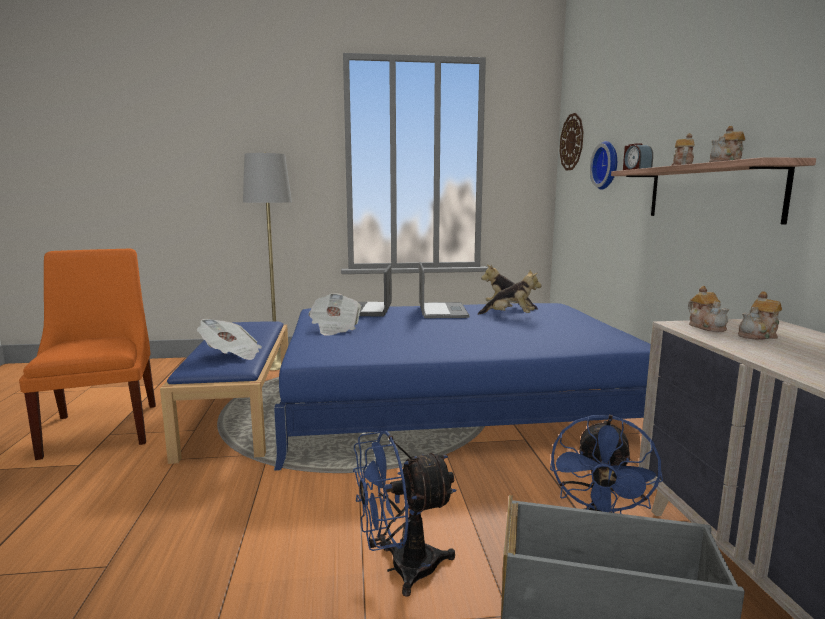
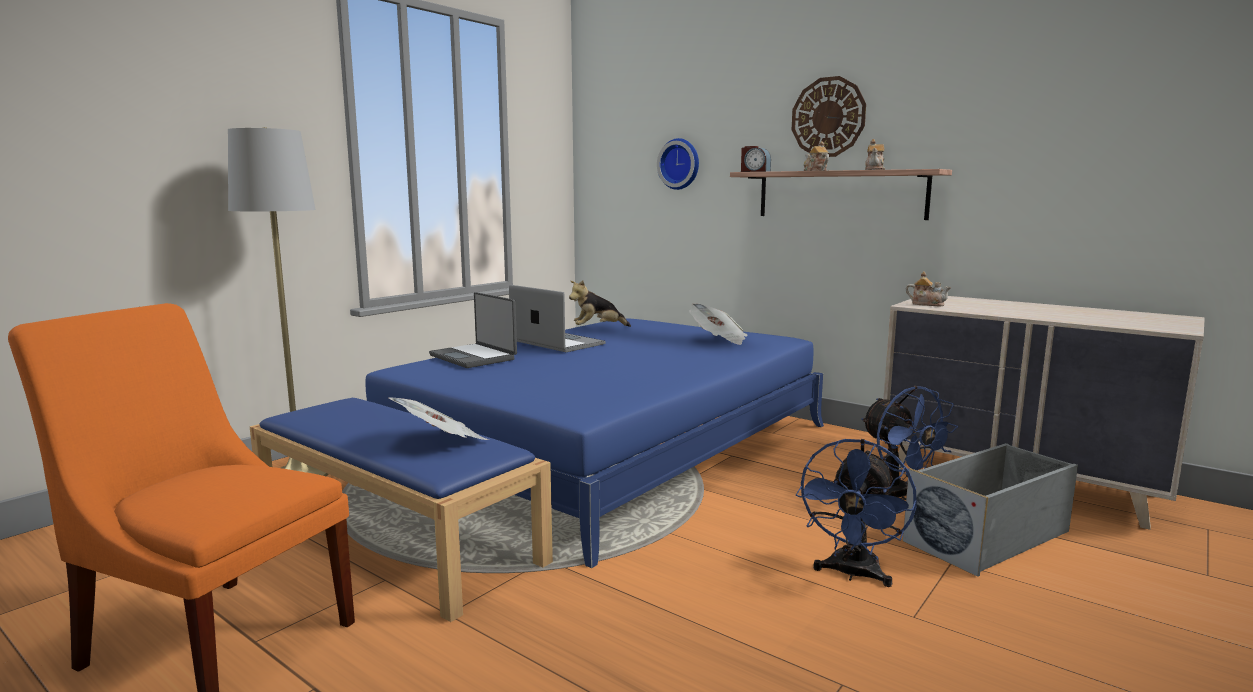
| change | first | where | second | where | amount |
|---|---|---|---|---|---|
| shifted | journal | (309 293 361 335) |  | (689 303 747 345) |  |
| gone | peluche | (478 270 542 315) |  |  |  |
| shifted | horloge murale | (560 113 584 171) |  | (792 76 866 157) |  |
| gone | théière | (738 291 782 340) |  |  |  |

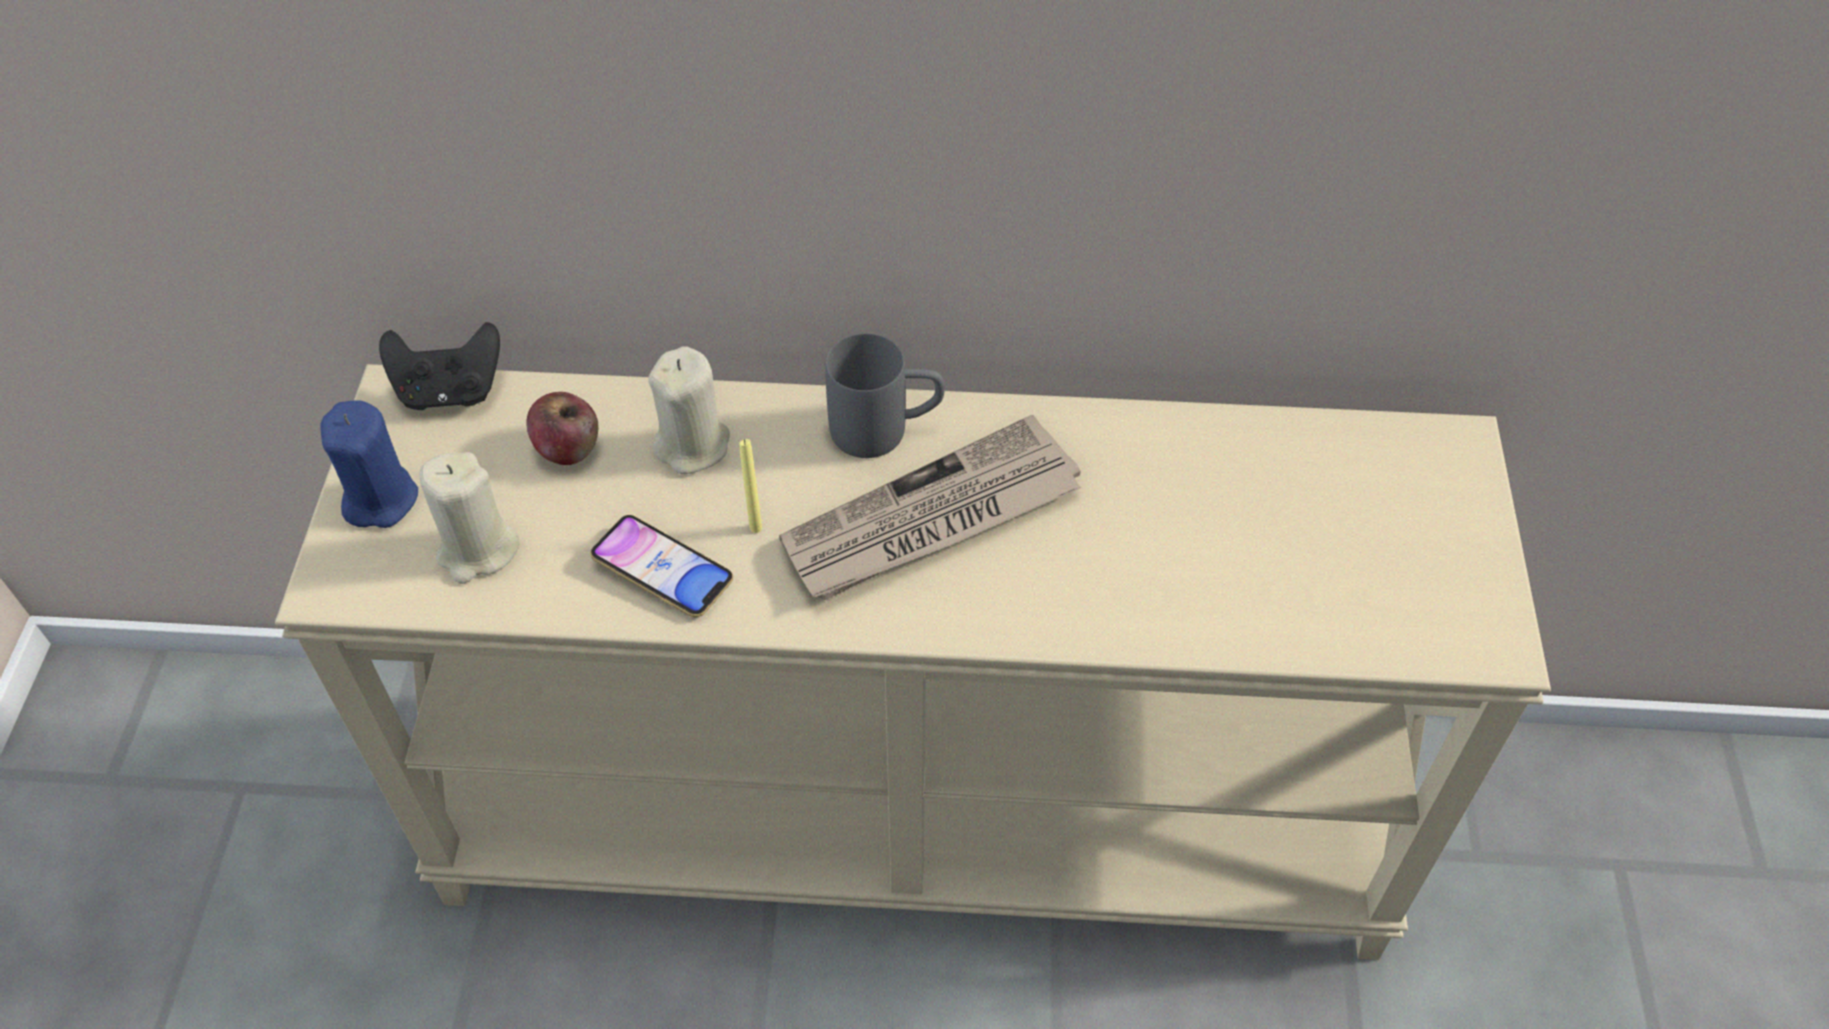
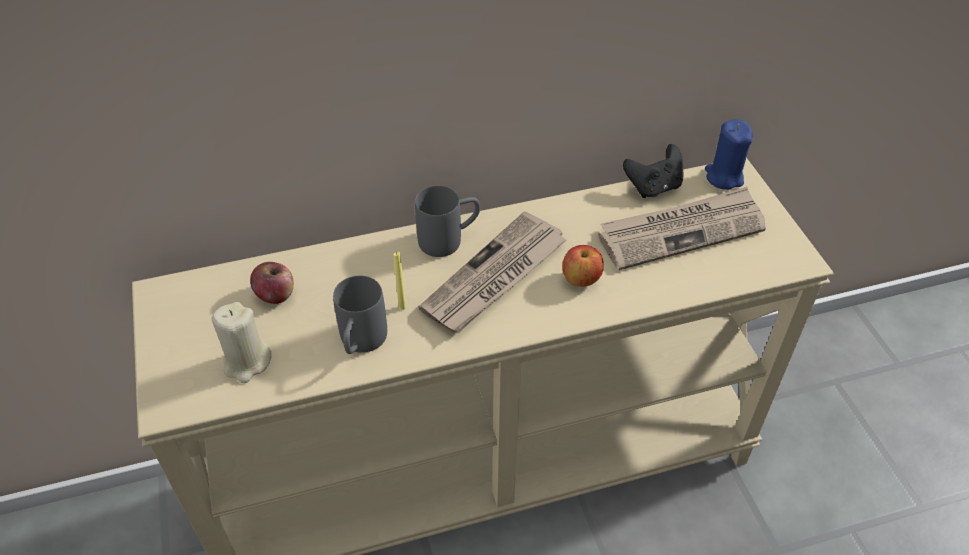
| change | first | where | second | where | amount |
|---|---|---|---|---|---|
| shifted | bougie [bleu] | (320 400 418 528) |  | (705 119 753 190) |  |
| shifted | manette [noir] | (379 322 500 410) |  | (623 144 683 198) |  |
| swapped | téléphone | (590 515 733 617) | mug [gris] | (333 276 387 354) |  |
| gone | bougie [beige] | (648 346 730 474) |  |  |  |
| new |  |  | pomme | (562 245 604 287) |  |
| new |  |  | journal | (598 187 766 270) |  |

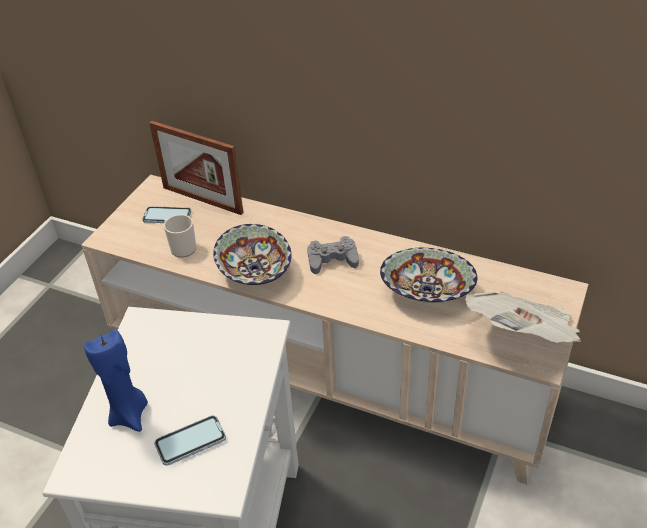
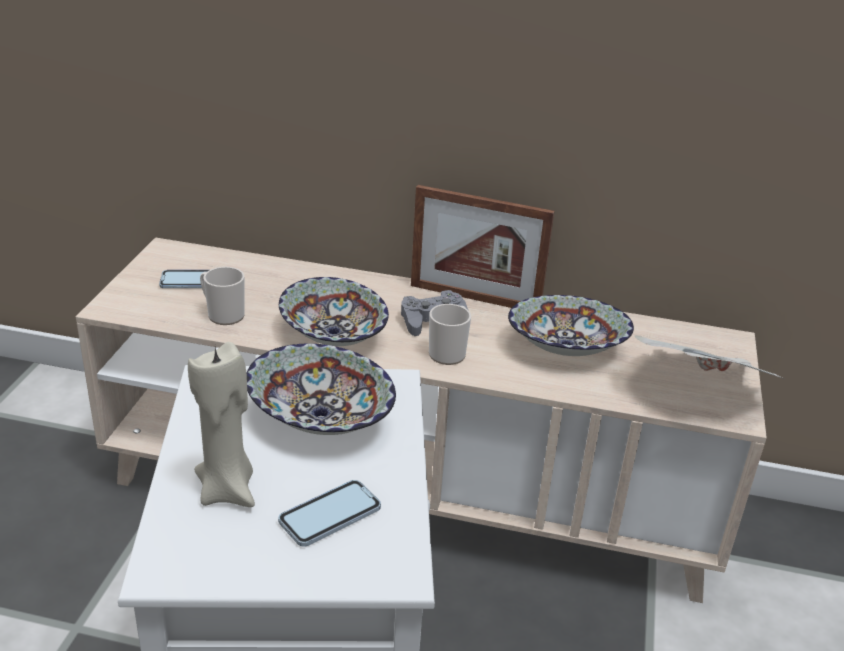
| change | first | where | second | where | amount |
|---|---|---|---|---|---|
| repainted | bougie [bleu] | (84 329 148 432) | bougie [beige] | (188 342 255 507) |  |
| shifted | cadre photo | (149 121 244 215) |  | (411 185 555 308) |  |
| new |  |  | bol | (246 344 396 435) |  |
| new |  |  | mug | (429 304 471 365) |  |

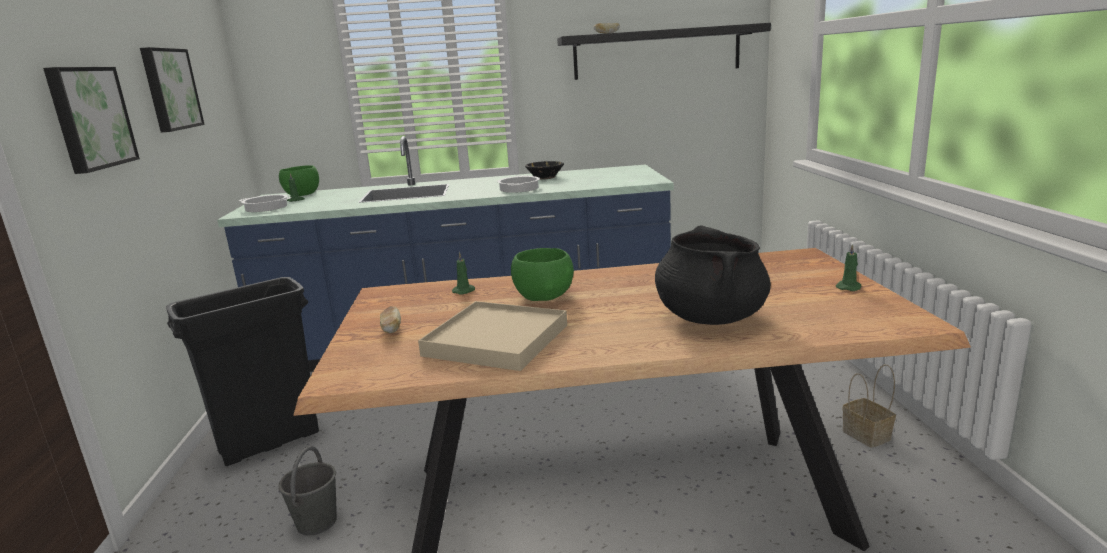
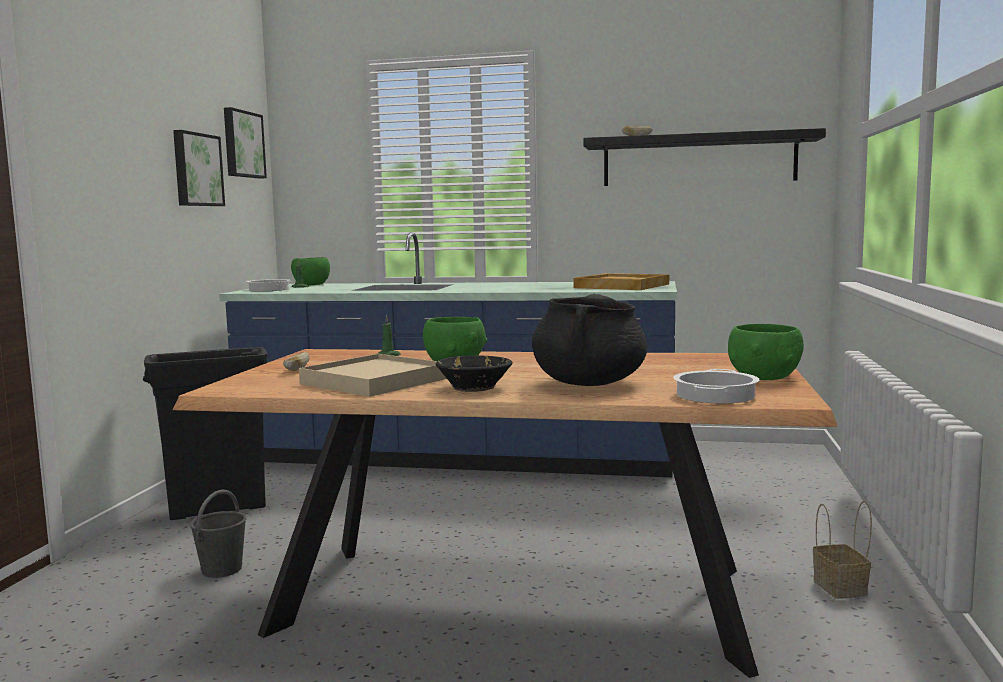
| change | first | where | second | where | amount |
|---|---|---|---|---|---|
| shifted | tableau | (43 67 140 174) |  | (224 107 267 179) |  |
| shifted | marmite | (497 175 540 193) |  | (673 369 759 403) |  |
| shifted | bol [noir] | (525 161 564 180) |  | (436 355 512 392) |  |
| swapped | bougie [vert] | (836 244 861 291) | bol [vert] | (728 324 804 380) |  |
| new |  |  | plateau [beige] | (573 273 669 290) |  |

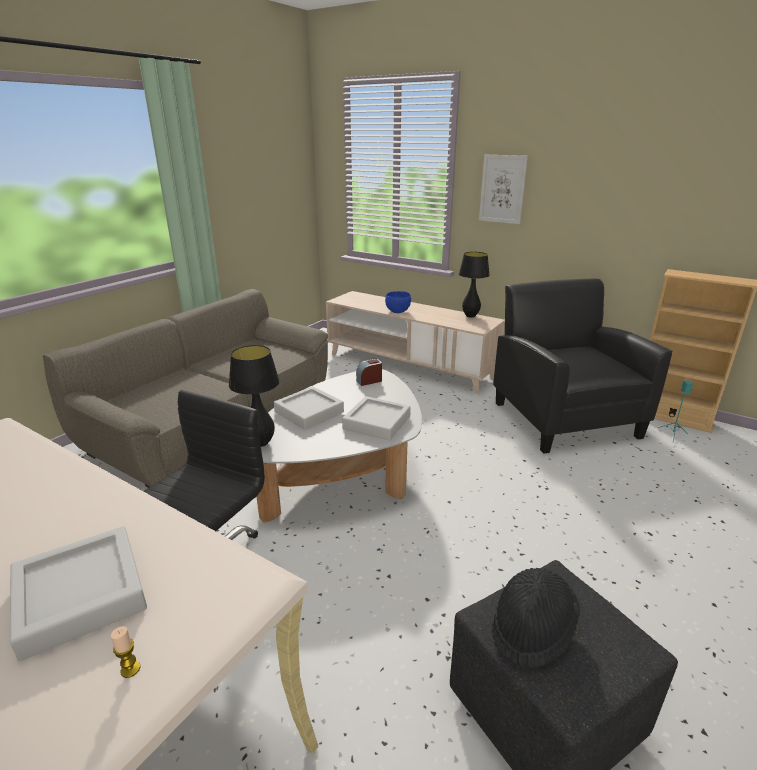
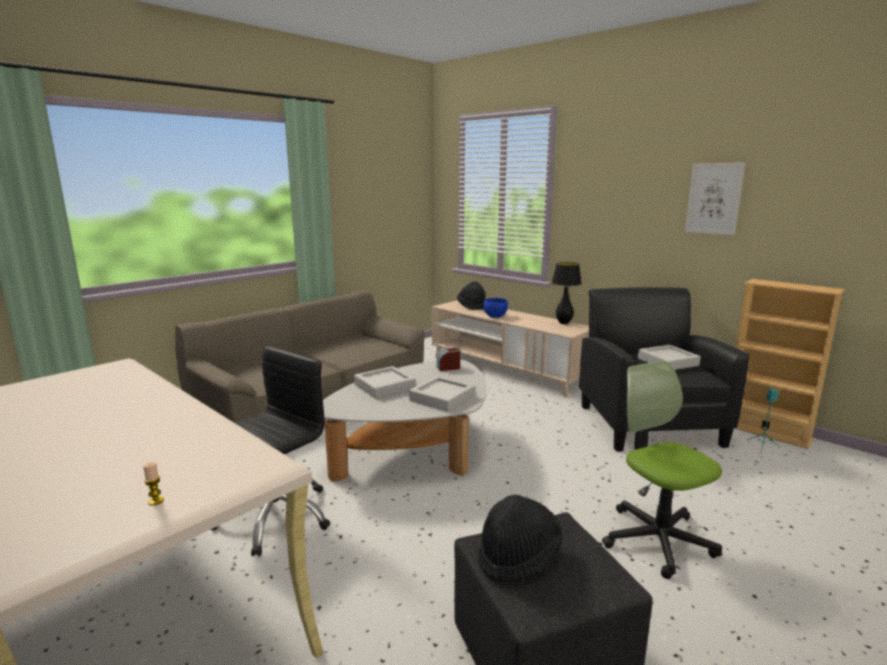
| change | first | where | second | where | amount |
|---|---|---|---|---|---|
| shifted | plateau [gris] | (10 526 147 661) |  | (638 345 701 370) |  |
| gone | lampe de table [noir] | (229 345 280 447) |  |  |  |
| shifted | tableau | (479 155 528 224) |  | (685 163 745 235) |  |
| new |  |  | chapeau [noir] | (457 281 485 310) |  |
| new |  |  | chaise de bureau | (602 360 722 579) |  |

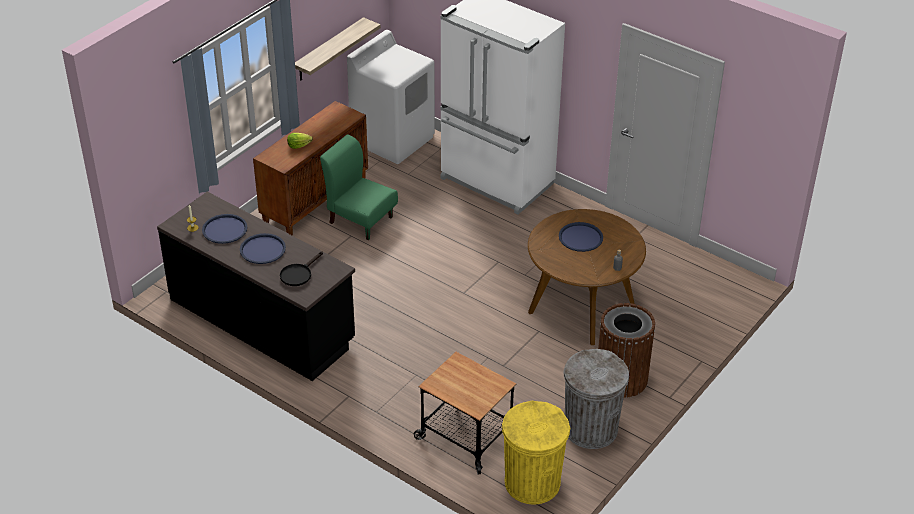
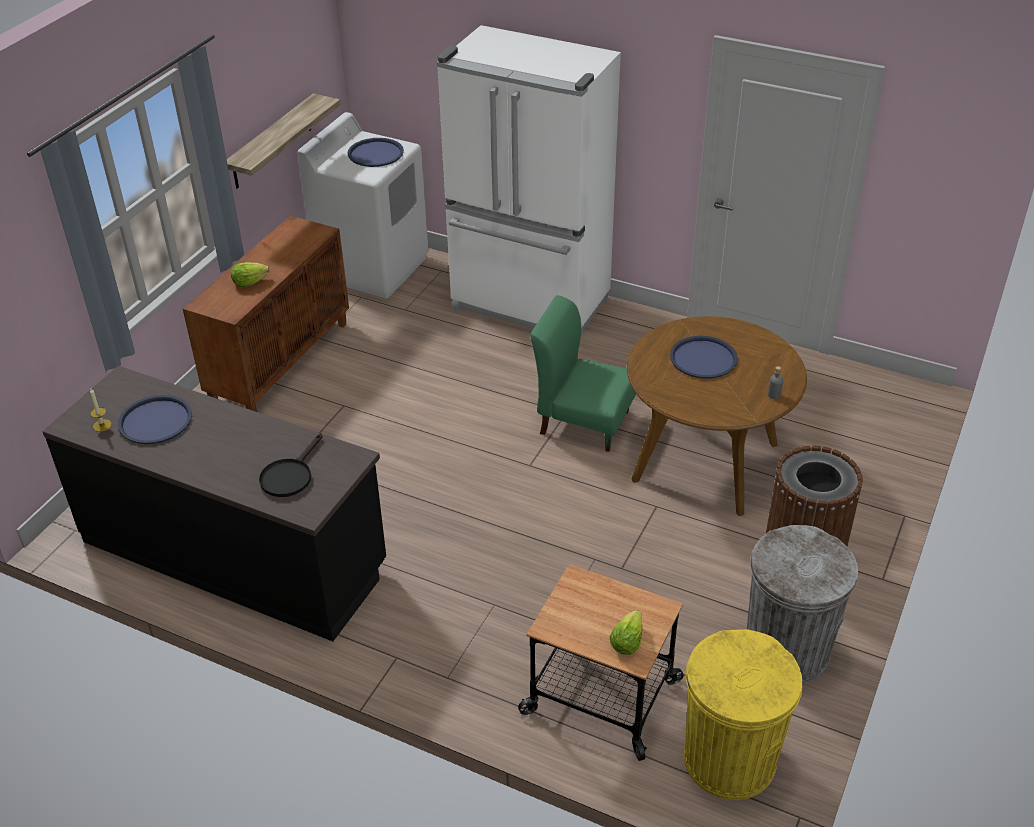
| change | first | where | second | where | amount |
|---|---|---|---|---|---|
| shifted | plateau [bleu] | (240 233 286 264) |  | (348 138 404 167) |  |
| shifted | chaise [vert] | (320 134 398 240) |  | (530 295 636 452) |  |
| new |  |  | laitue | (609 610 642 655) |  |

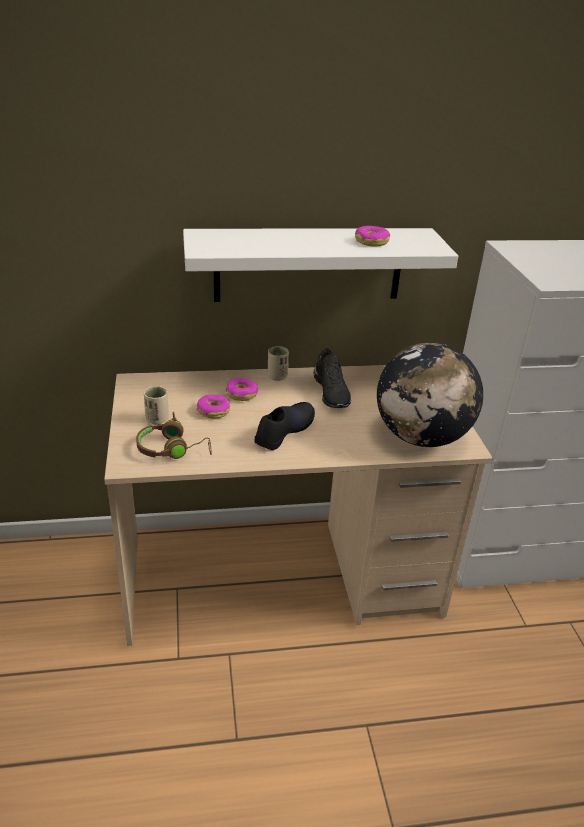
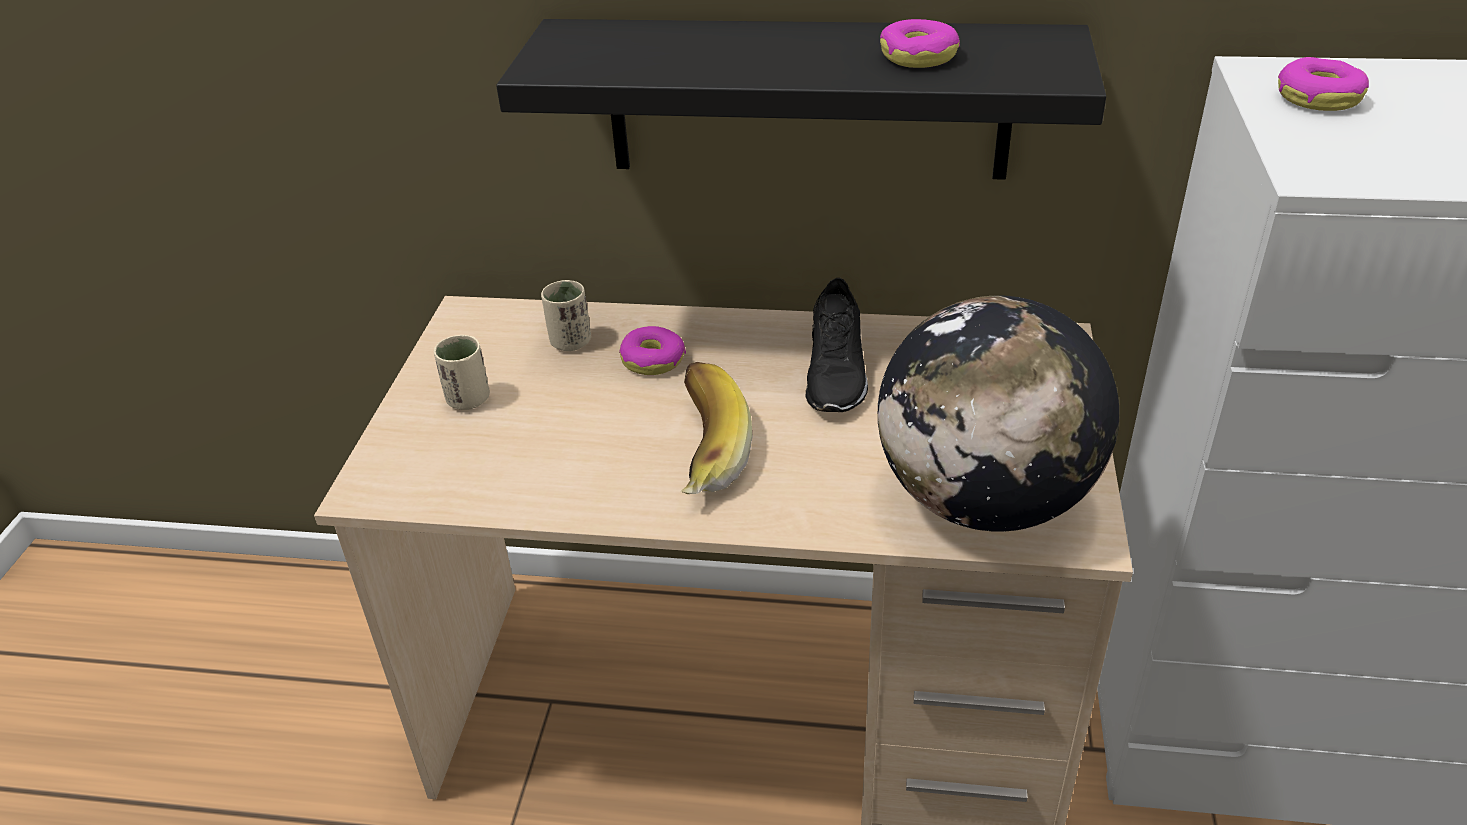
| change | first | where | second | where | amount |
|---|---|---|---|---|---|
| gone | casque audio [marron] | (136 412 212 459) |  |  |  |
| repainted | étagère [blanc] | (183 228 458 302) | étagère [noir] | (496 19 1106 180) |  |
| shifted | beignet | (197 394 230 419) |  | (1278 57 1369 111) |  |
| swapped | chaussure [noir] | (254 402 315 450) | banane | (681 362 753 494) |  |
| shifted | tasse [beige] | (268 346 289 381) |  | (541 280 591 351) |  |

